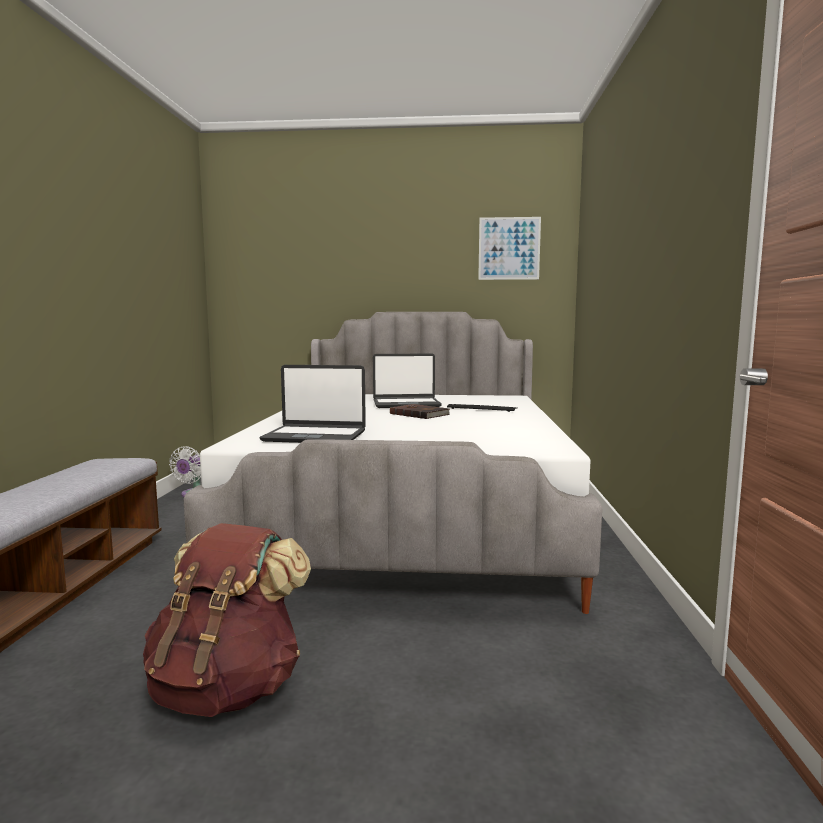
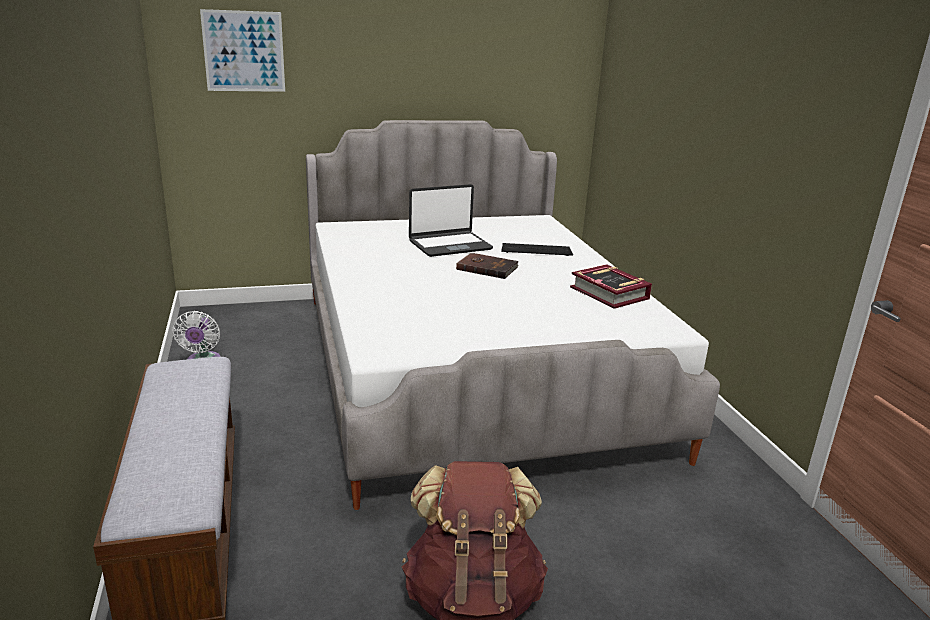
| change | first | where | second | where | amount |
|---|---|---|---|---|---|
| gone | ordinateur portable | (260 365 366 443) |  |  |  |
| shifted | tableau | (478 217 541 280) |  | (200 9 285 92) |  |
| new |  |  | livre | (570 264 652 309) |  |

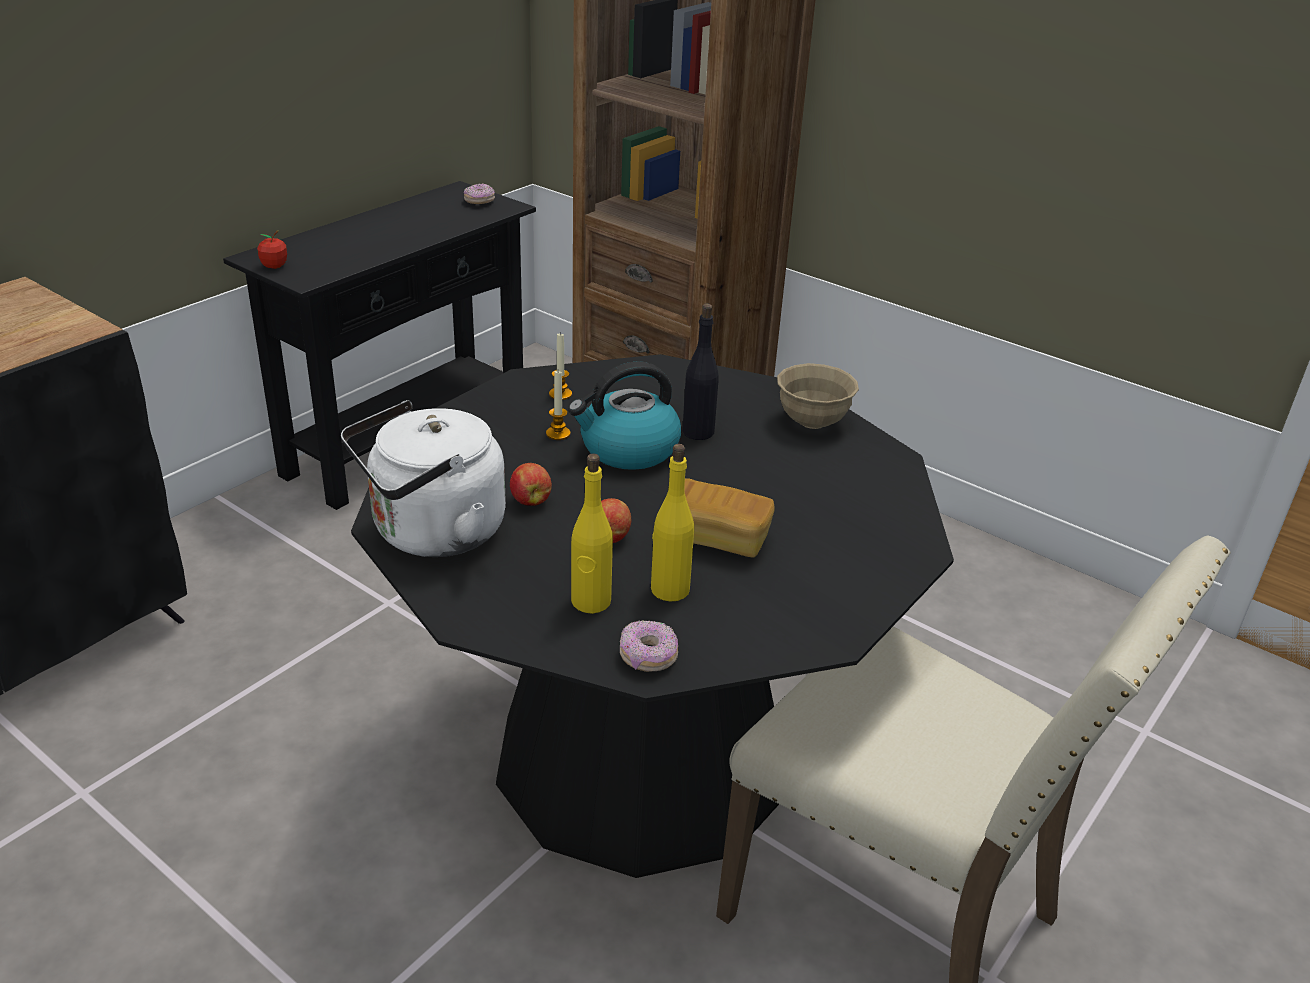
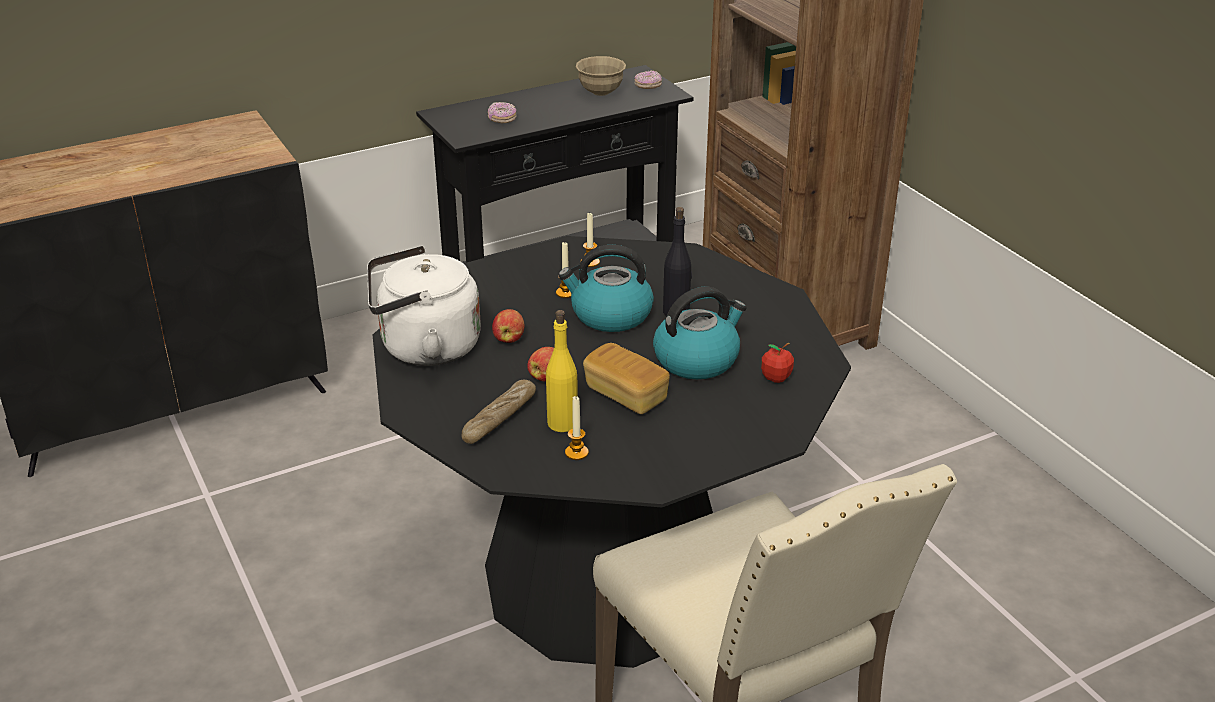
| change | first | where | second | where | amount |
|---|---|---|---|---|---|
| shifted | pomme | (257 230 287 269) |  | (761 343 794 383) |  |
| swapped | bouteille [jaune] | (571 454 613 614) | pain | (461 380 536 444) |  |
| shifted | beignet | (620 620 678 672) |  | (488 102 517 123) |  |
| shifted | bol [beige] | (777 363 859 429) |  | (576 56 626 96) |  |
| new |  |  | bougie | (565 396 589 460) |  |
| new |  |  | bouilloire | (653 286 747 379) |  |

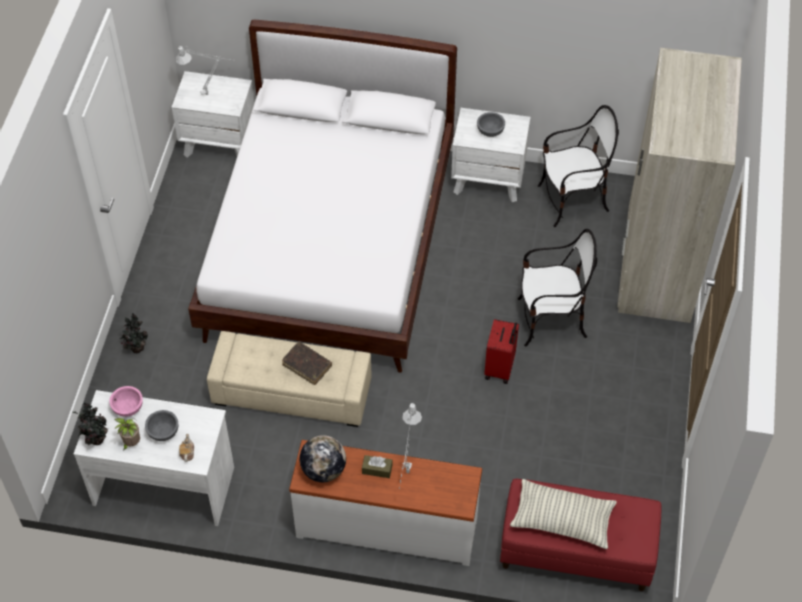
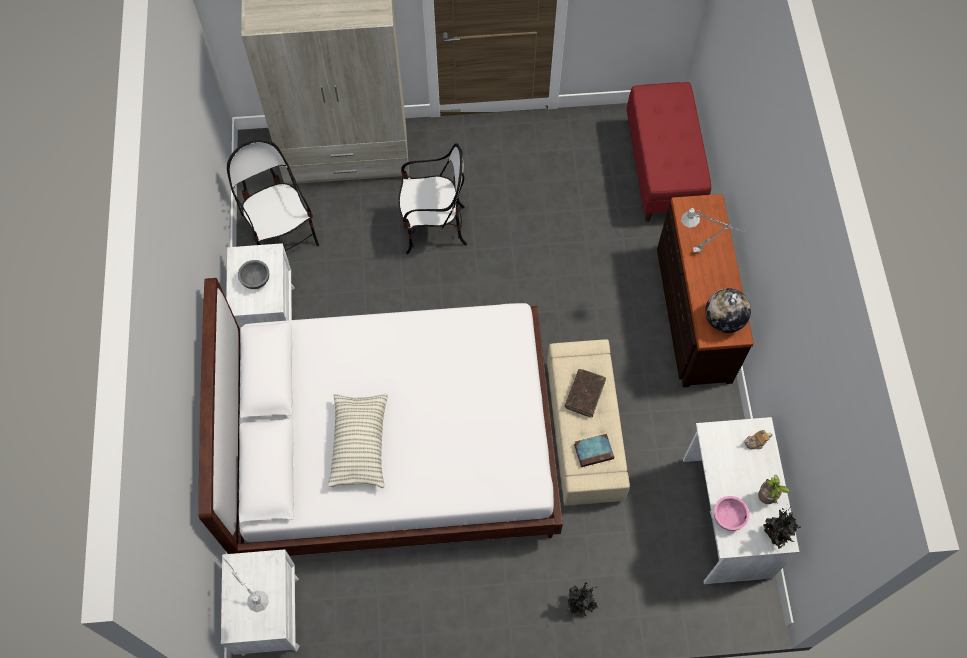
| change | first | where | second | where | amount |
|---|---|---|---|---|---|
| gone | bol [gris] | (145 410 178 441) |  |  |  |
| repainted | commode [blanc] | (289 440 482 566) | commode [marron] | (657 194 754 387) |  |
| gone | boîte à mouchoirs [marron] | (362 455 393 478) |  |  |  |
| gone | valise [rouge] | (484 319 519 384) |  |  |  |
| shifted | coussin | (510 479 617 549) |  | (328 393 388 488) |  |
| rotated | chaise | (518 229 597 347) |  | (398 143 467 254) | 105 degrees clockwise |
| new |  |  | livre | (574 434 614 467) |  |

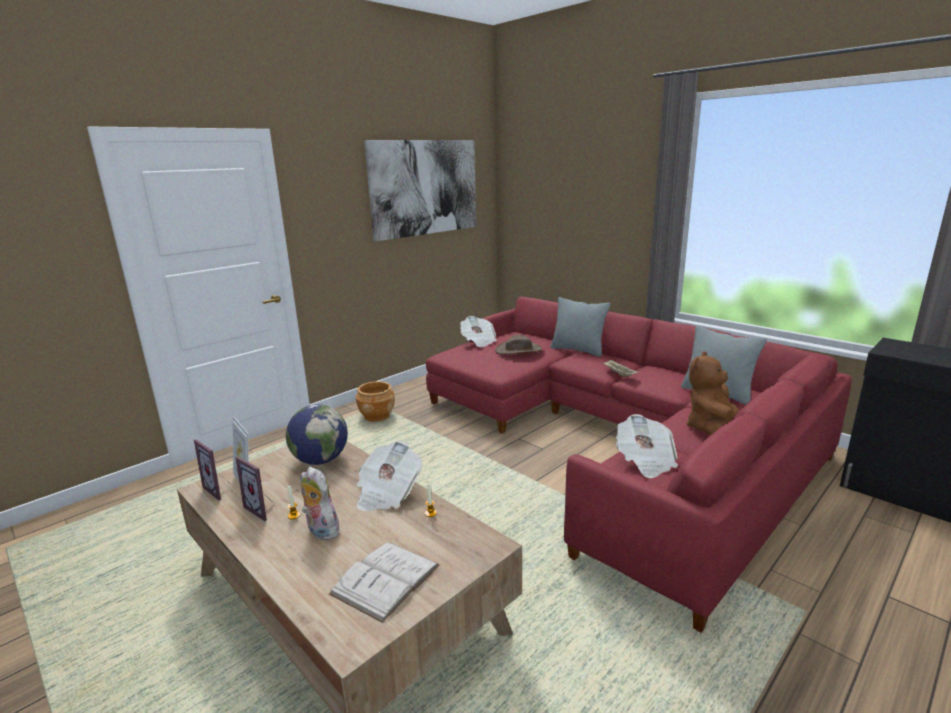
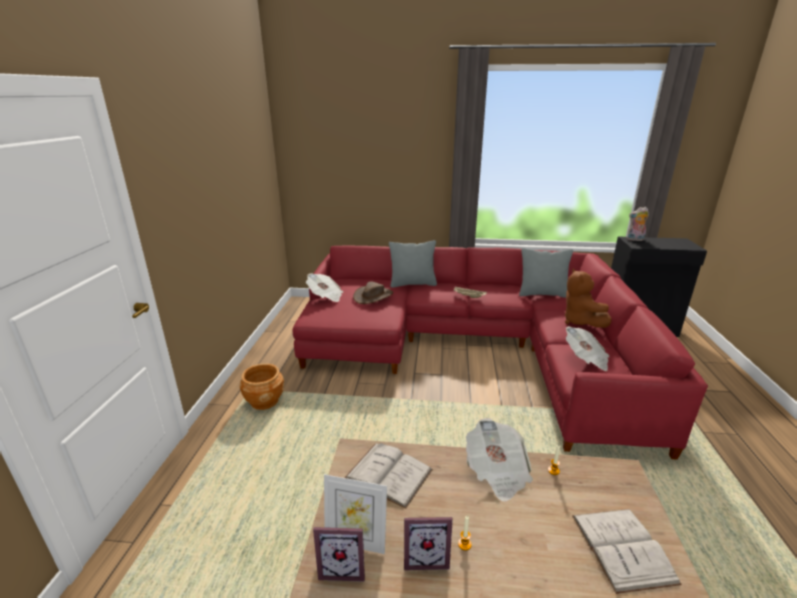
| change | first | where | second | where | amount |
|---|---|---|---|---|---|
| swapped | globe | (286 404 348 465) | livre [blanc] | (345 443 433 509) |  |
| shifted | peluche | (301 467 342 540) |  | (627 207 649 242) |  |
| gone | tableau | (364 140 477 241) |  |  |  |

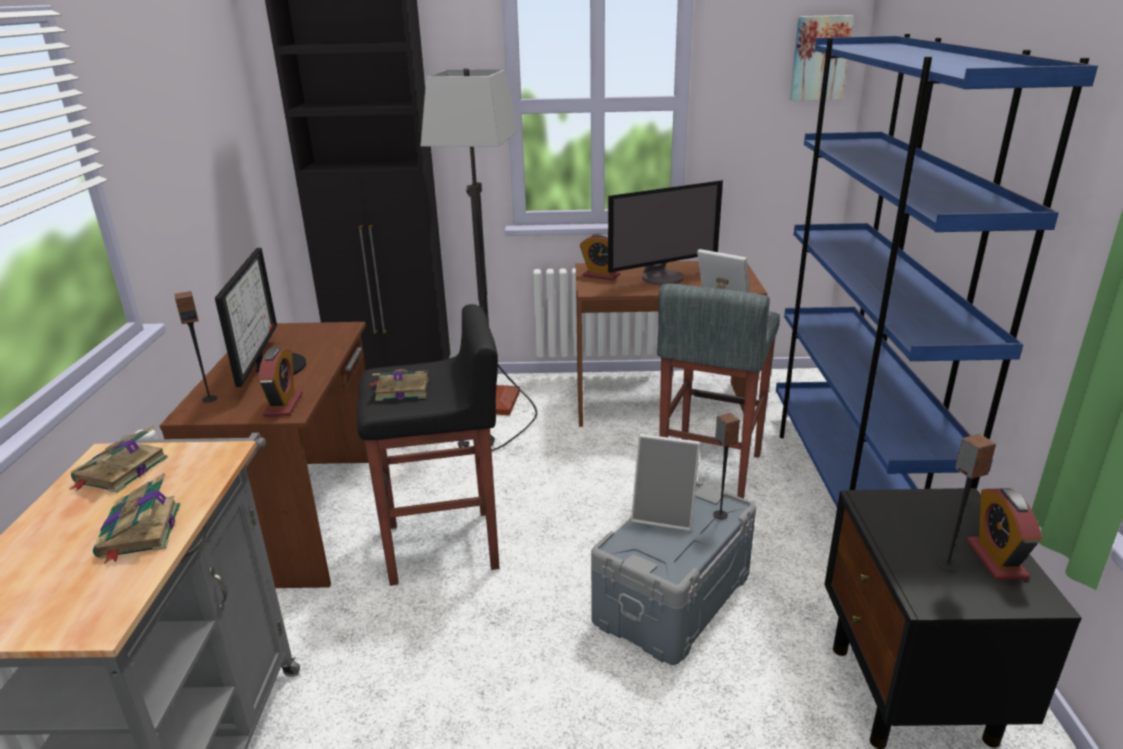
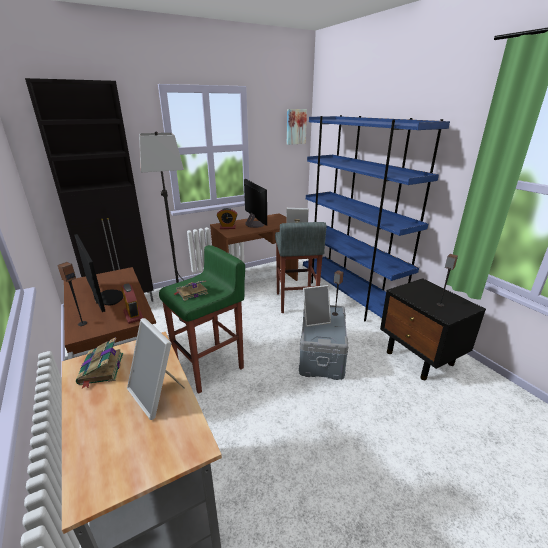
| change | first | where | second | where | amount |
|---|---|---|---|---|---|
| swapped | livre | (93 473 180 564) | cadre photo | (127 318 185 420) |  |
| repainted | tabouret [noir] | (357 304 500 586) | tabouret [vert] | (159 245 245 394) |  |
| rotated | écran d'ordinateur | (608 180 723 285) |  | (244 179 267 228) | 60 degrees counterclockwise |
| gone | réveil | (967 488 1042 580) |  |  |  |

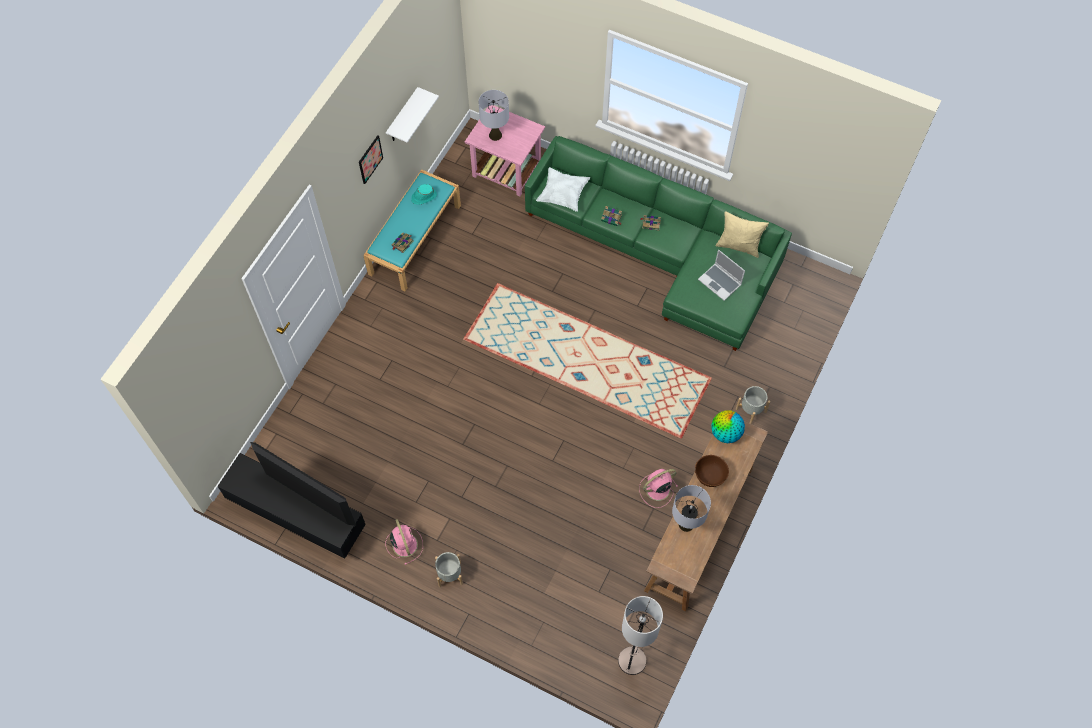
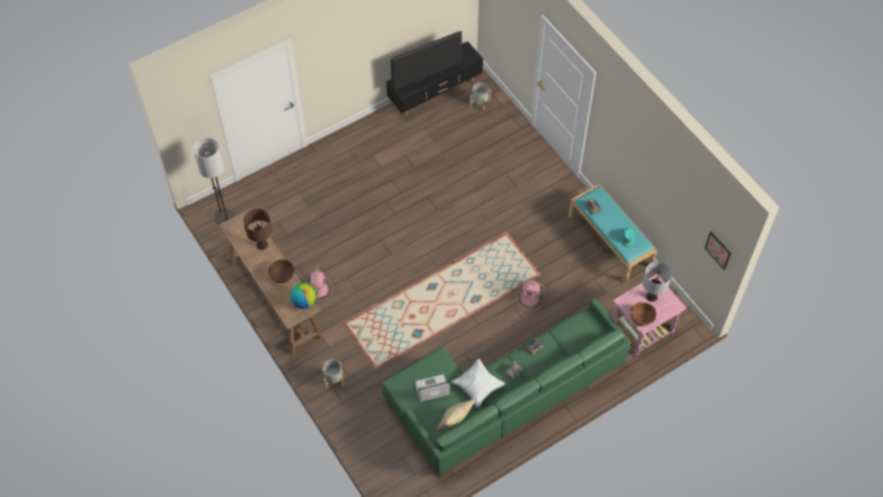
| change | first | where | second | where | amount |
|---|---|---|---|---|---|
| shifted | tableau | (359 135 383 184) |  | (705 232 731 270) |  |
| shifted | ventilateur [rose] | (385 519 423 565) |  | (516 279 545 310) |  |
| gone | étagère [blanc] | (386 87 439 143) |  |  |  |
| shifted | cache-pot [gris] | (435 552 463 587) |  | (470 82 491 112) |  |
| shifted | coussin [blanc] | (536 167 590 212) |  | (451 359 505 408) |  |
| repainted | lampe de table [gris] | (672 485 711 532) | lampe de table [marron] | (243 209 272 250) |  |
| new |  |  | bol [marron] | (630 302 656 326) |  |

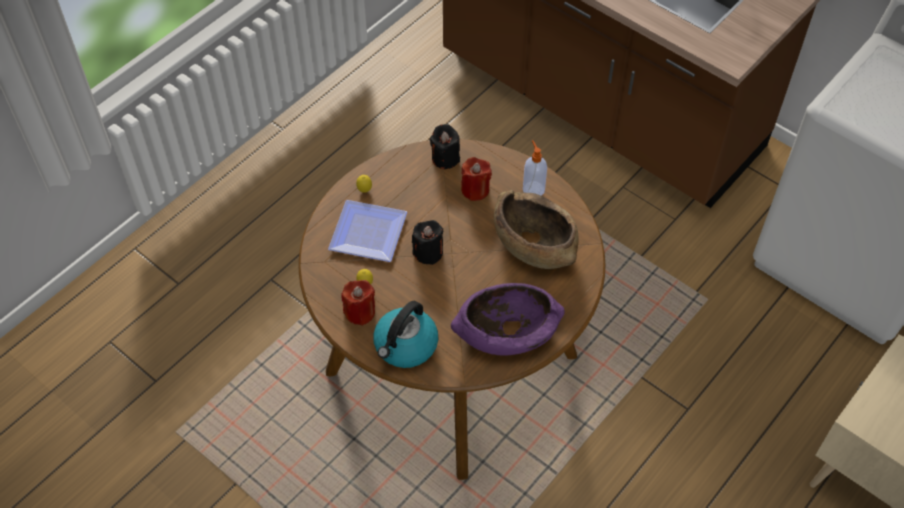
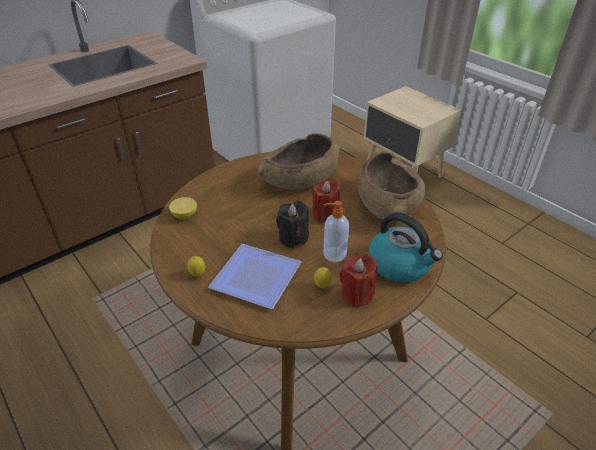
| change | first | where | second | where | amount |
|---|---|---|---|---|---|
| swapped | bougie [noir] | (430 124 460 169) | citron | (169 197 197 219) |  |
| repainted | bol [violet] | (451 283 565 356) | bol [marron] | (358 151 425 219) |  |
| shifted | bougie [rouge] | (461 157 492 201) |  | (312 180 340 223) |  |
| shifted | distributeur de savon | (523 140 547 196) |  | (323 201 349 262) |  |

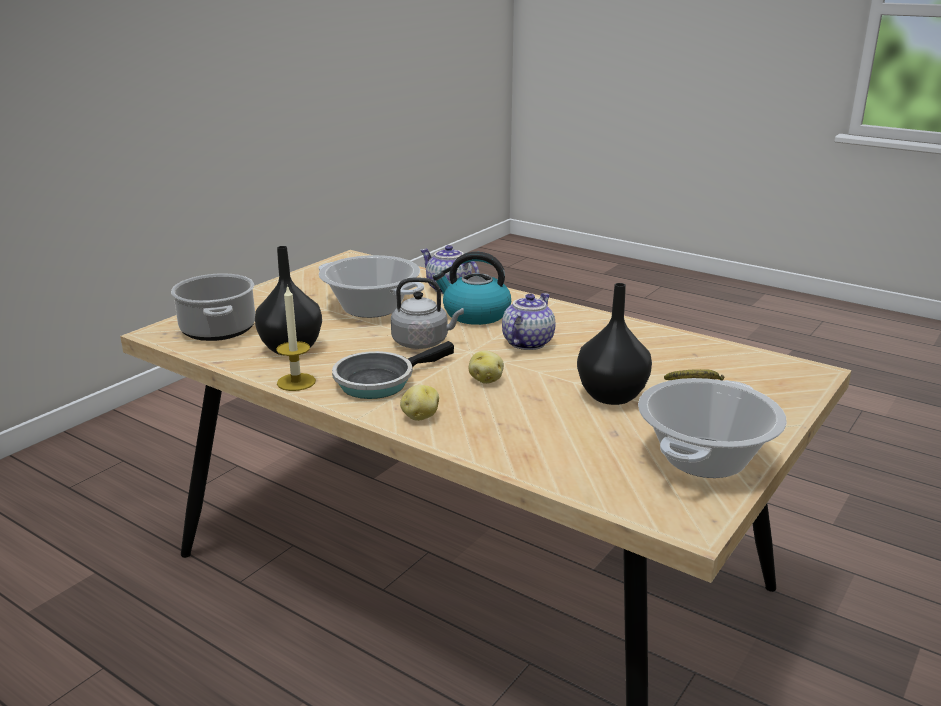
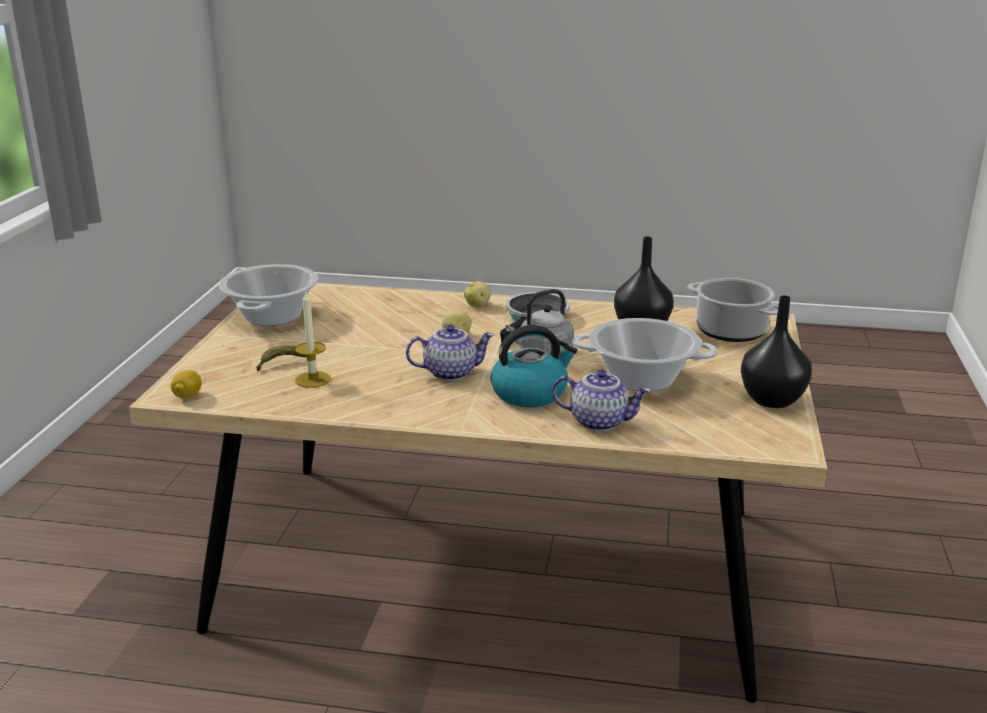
| change | first | where | second | where | amount |
|---|---|---|---|---|---|
| shifted | bougie | (276 285 316 391) |  | (295 290 331 388) |  |
| rotated | théière | (502 293 555 350) |  | (406 324 494 381) | 105 degrees counterclockwise |
| shifted | vase [noir] | (577 283 652 405) |  | (741 295 812 408) |  |
| new |  |  | citron | (171 370 201 399) |  |

